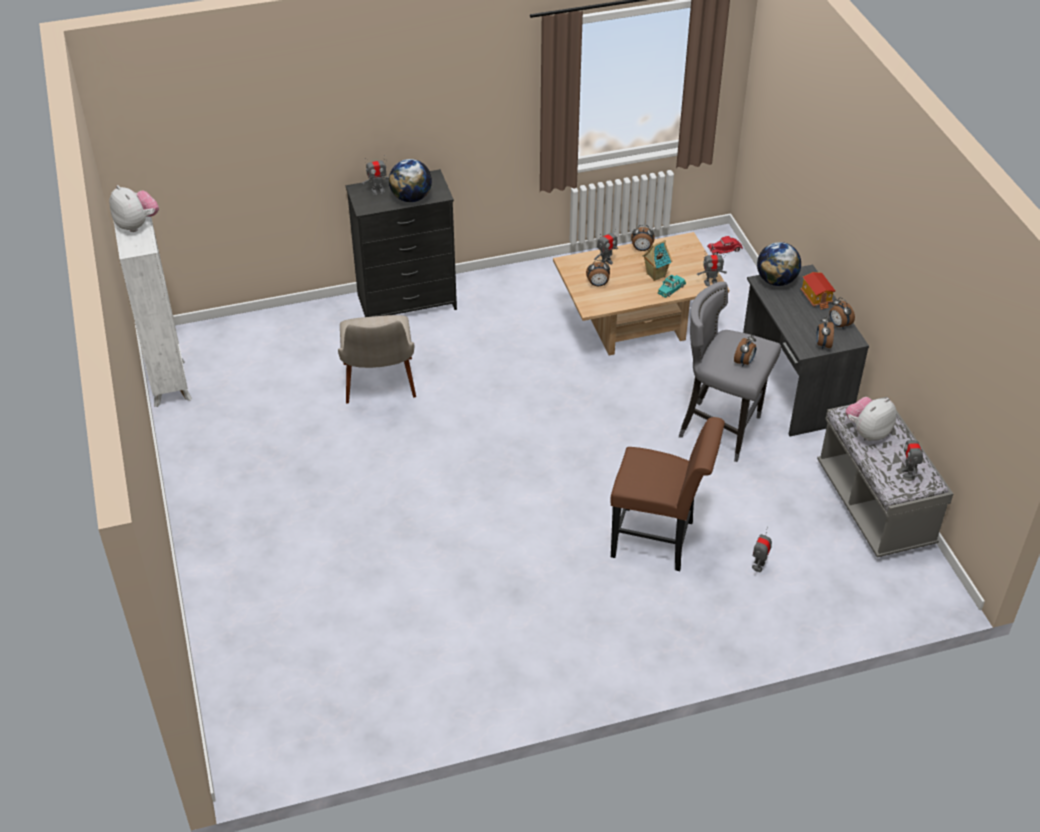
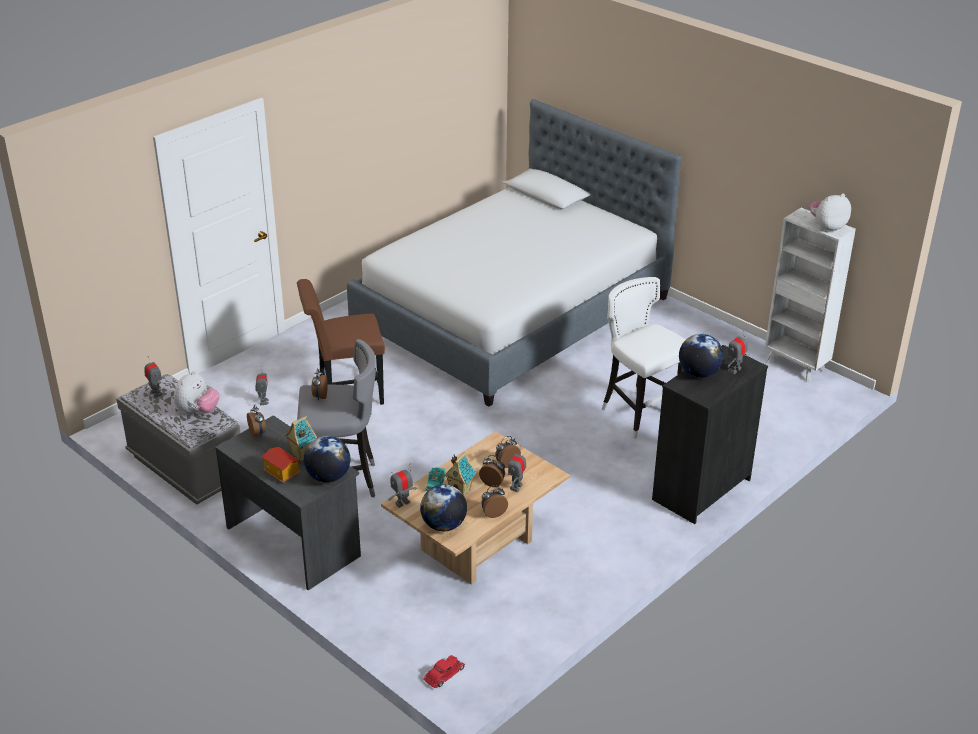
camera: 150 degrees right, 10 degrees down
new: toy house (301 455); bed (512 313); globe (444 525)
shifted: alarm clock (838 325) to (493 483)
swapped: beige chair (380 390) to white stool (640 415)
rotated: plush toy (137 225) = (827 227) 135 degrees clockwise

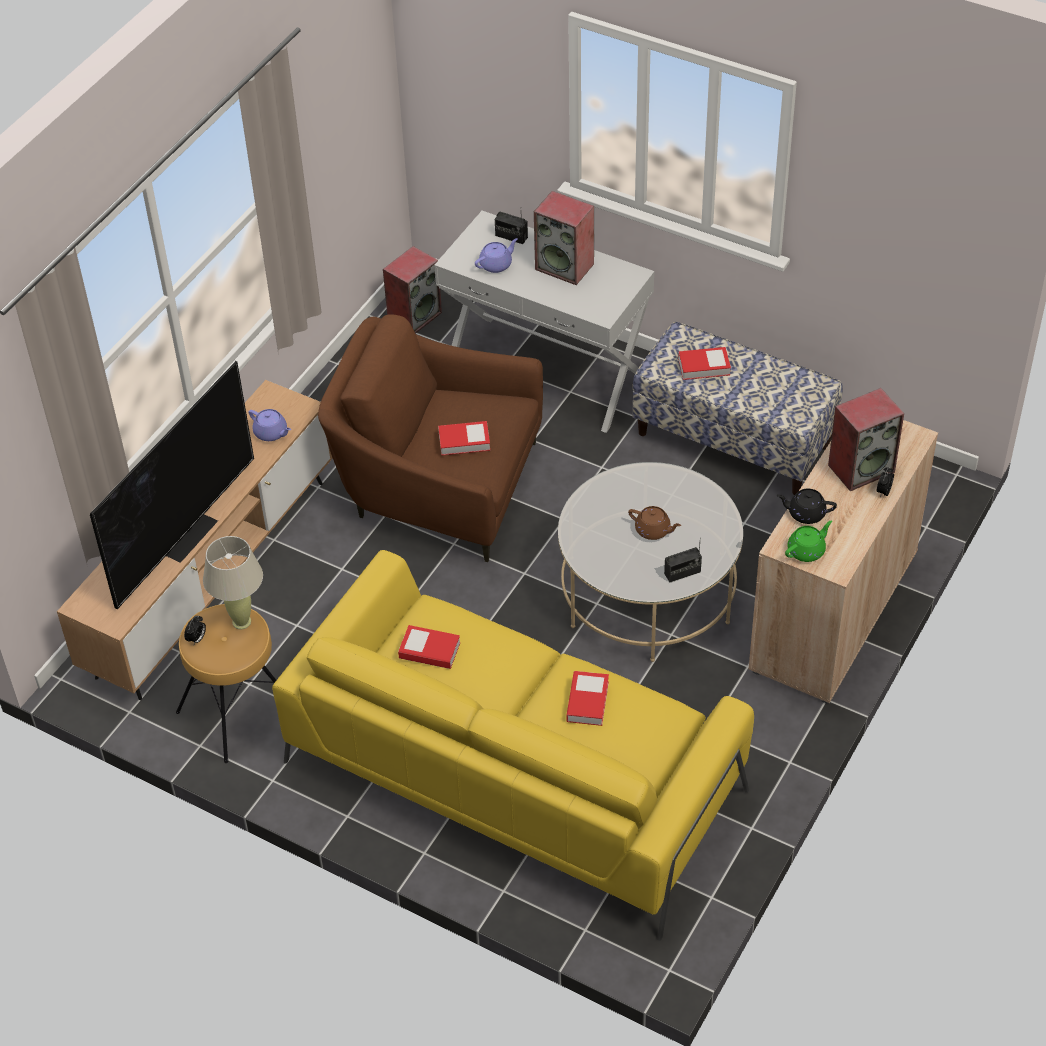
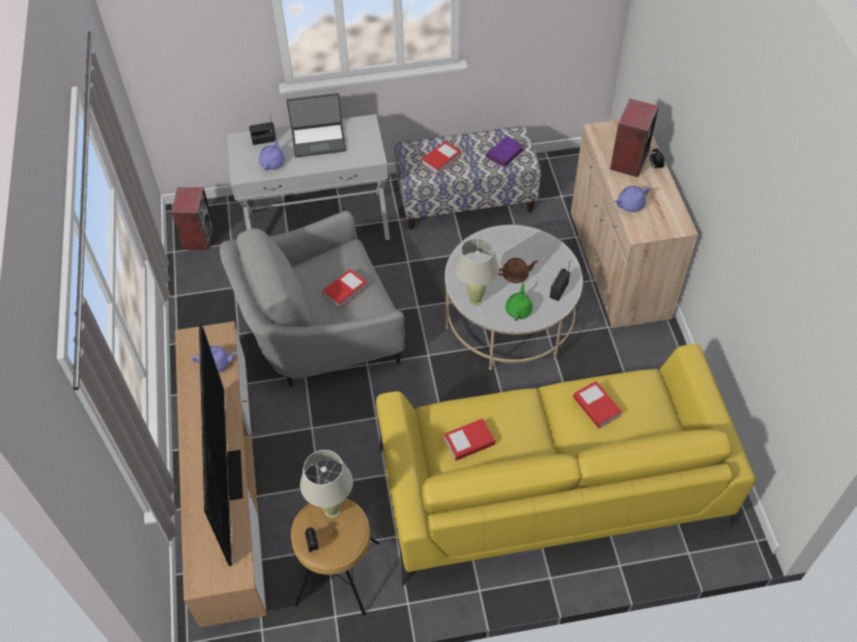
camera: 40 degrees left, 5 degrees up
new: beige table lamp (475 300); purple book (504 154)
shifted: green teapot (807 550) to (518 310)
swapped: speaker (565 266) to laptop (318 140)
repainted: brown armchair (438 485) to grey armchair (320 334); black teapot (805 513) to purple teapot (629 205)

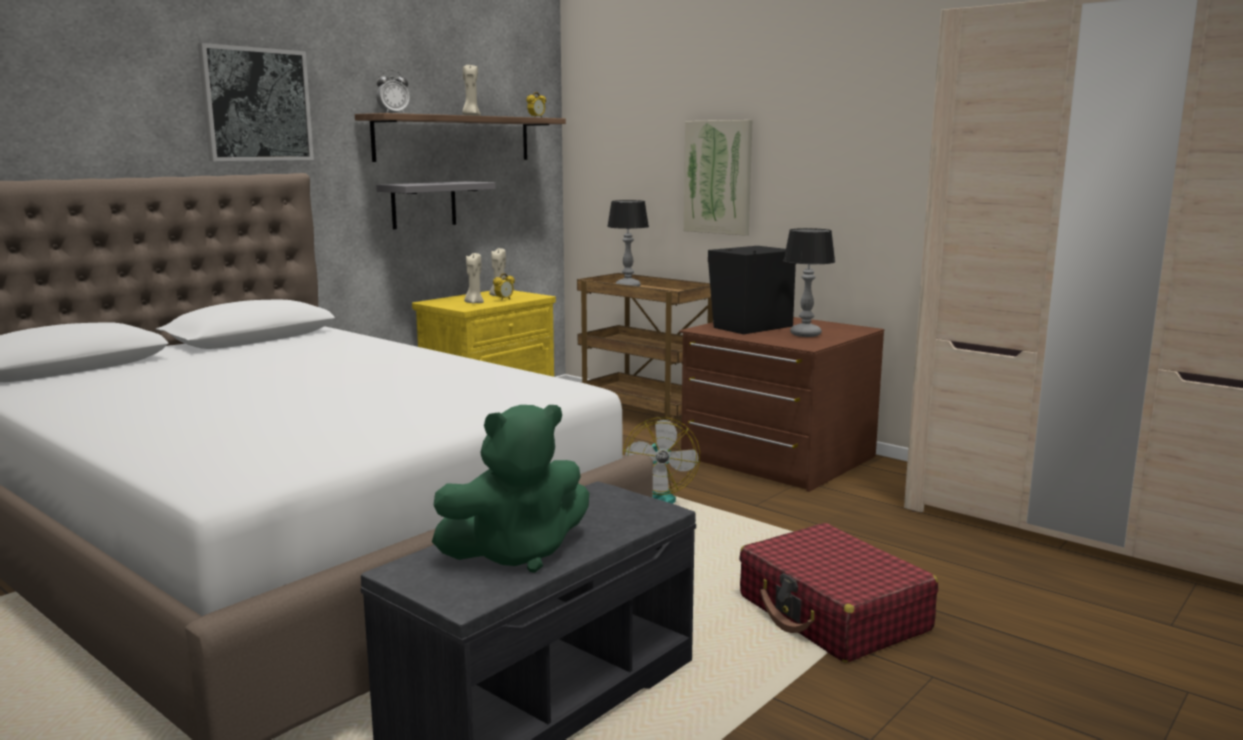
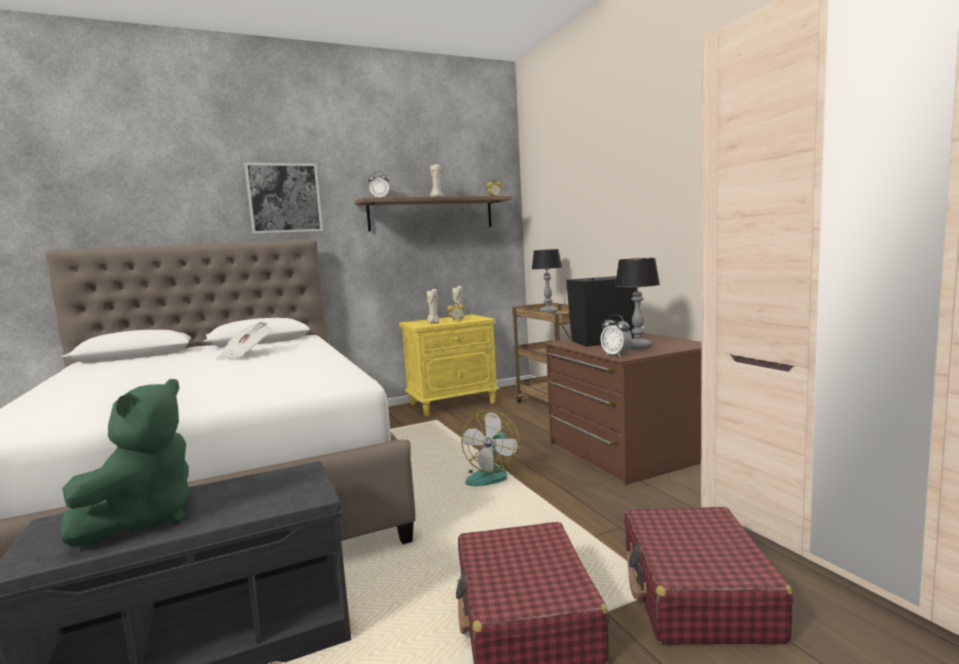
camera: 25 degrees right, 5 degrees down
gone: grey shelf (423 204); picture (718 177)
new: newspaper (245 355); alarm clock (616 355); red suitcase (696 593)
rotated: green plush toy (516 553) = (144 520) 75 degrees counterclockwise

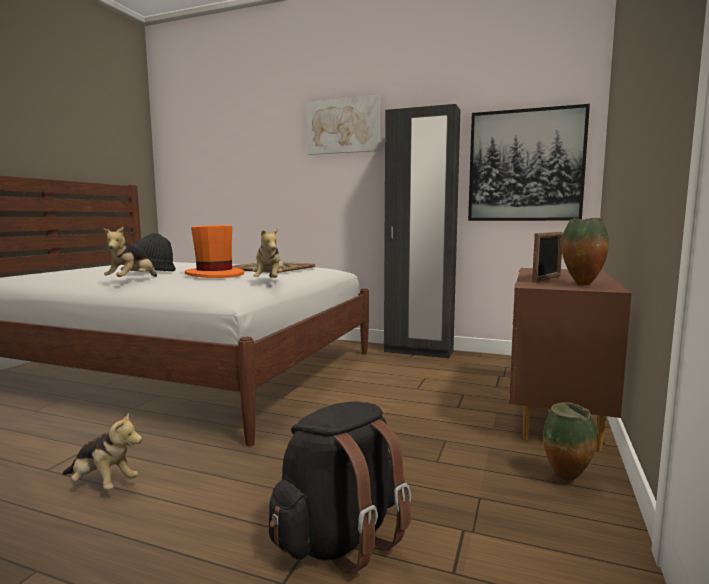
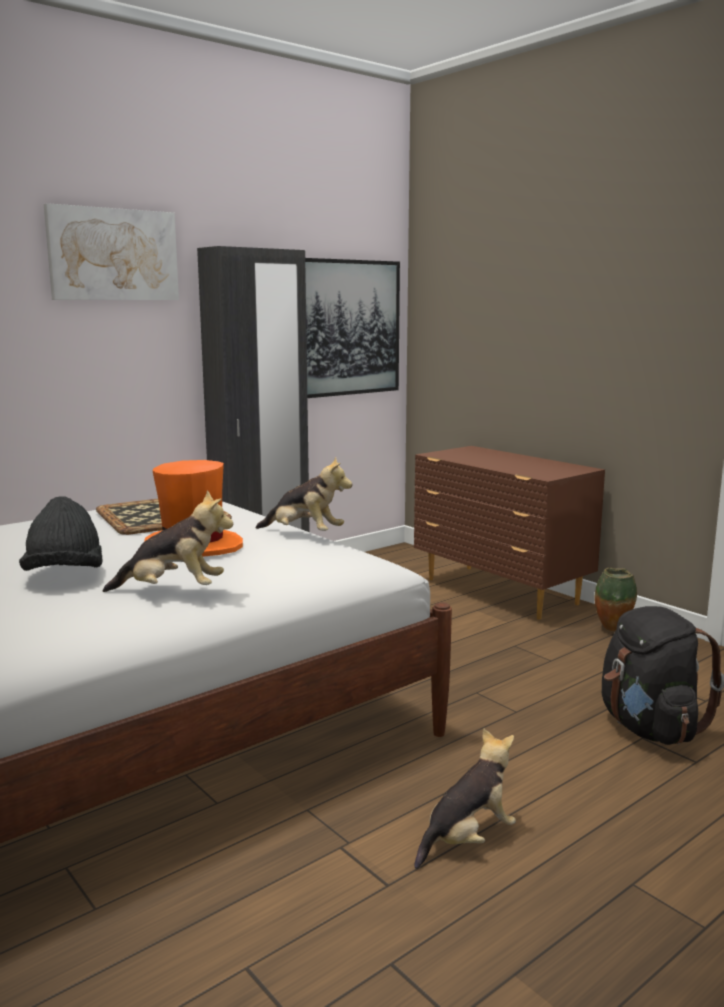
camera: 60 degrees left, 5 degrees up
gone: picture frame (547 279); vase (581 284)
rotated: plush toy (132 281) = (173 591) 45 degrees counterclockwise

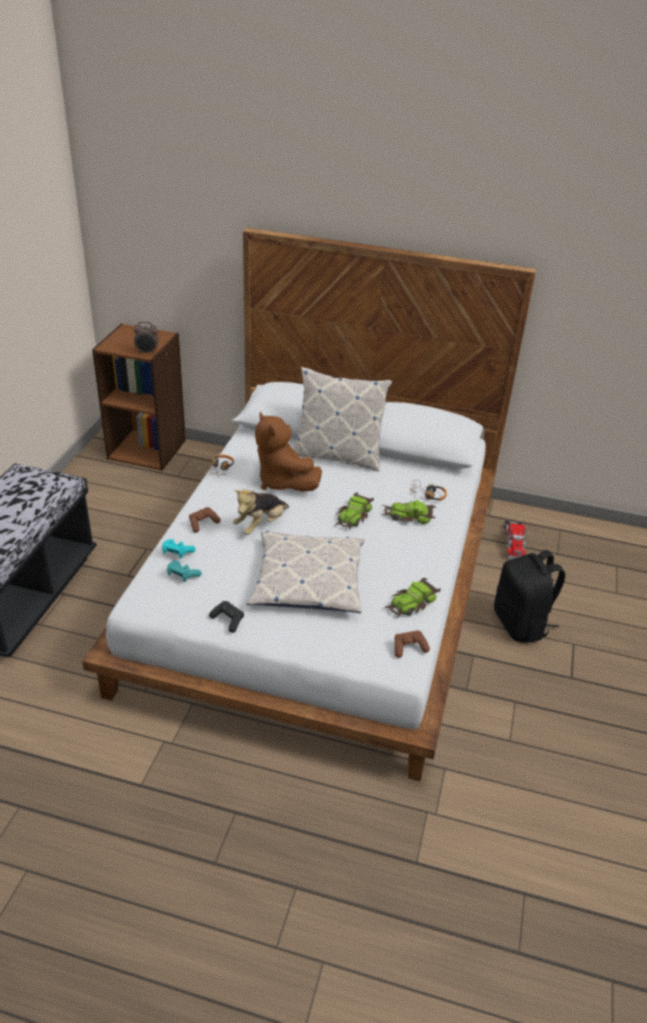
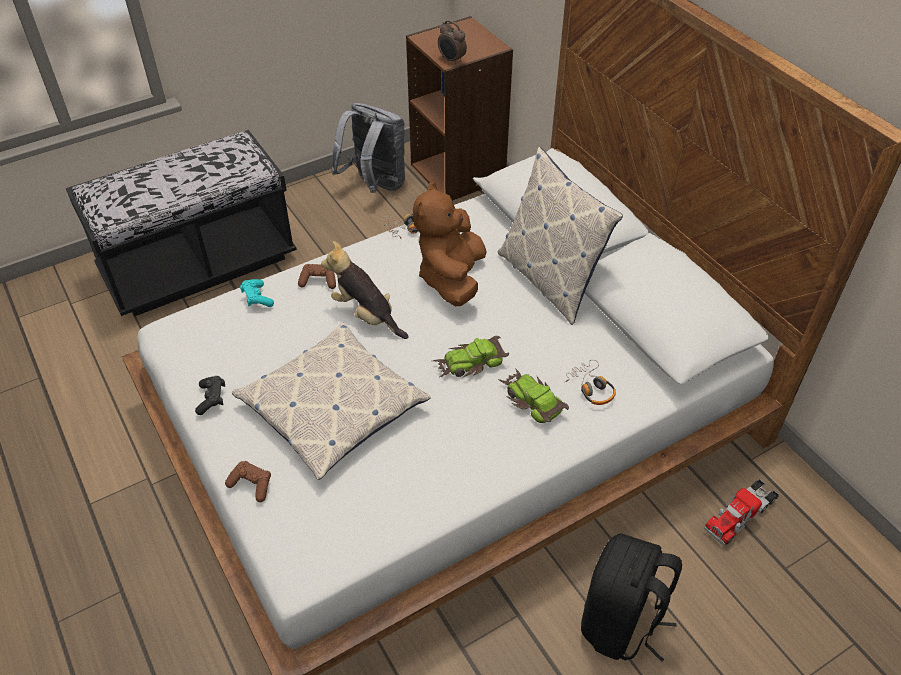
camera: 45 degrees right, 10 degrees up
gone: turquoise game controller (182 575); toy car (411 603)
new: grey backpack (375 185)
shifted: brown game controller (409 648) to (251 485)
rotated: plush toy (261 525) = (366 315) 45 degrees clockwise

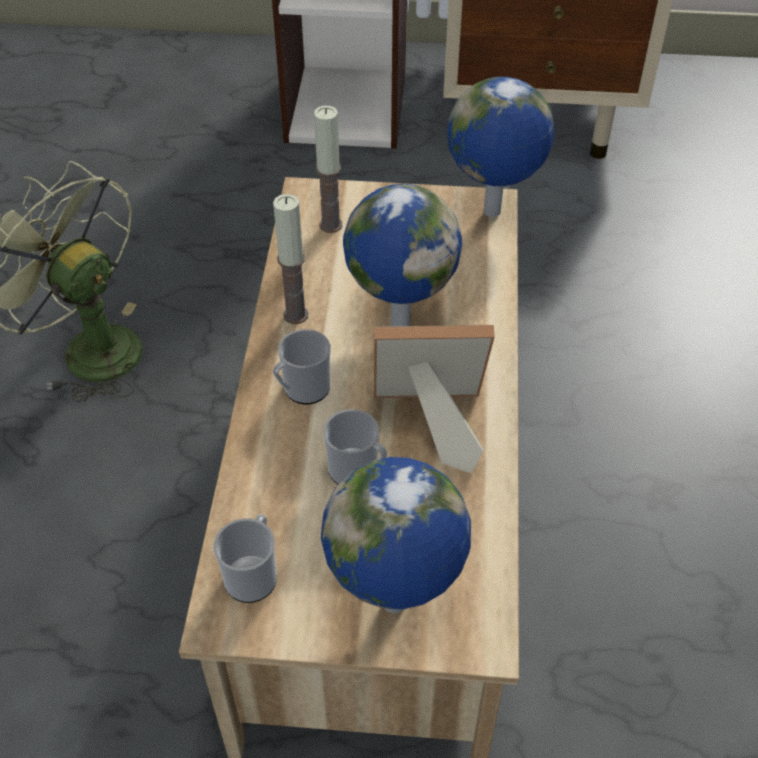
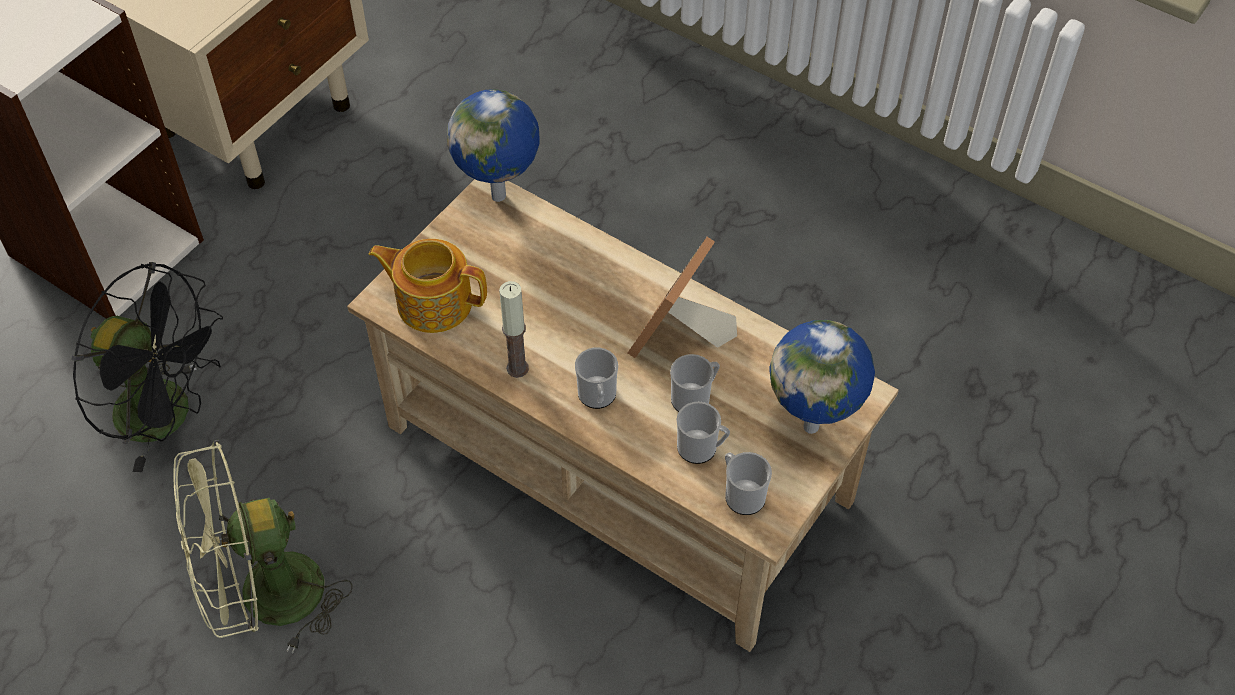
camera: 60 degrees left, 5 degrees up
gone: globe (399 322)
new: black fan (169 415); mug (701 448)
swapped: candle (330 225) to teapot (433 301)

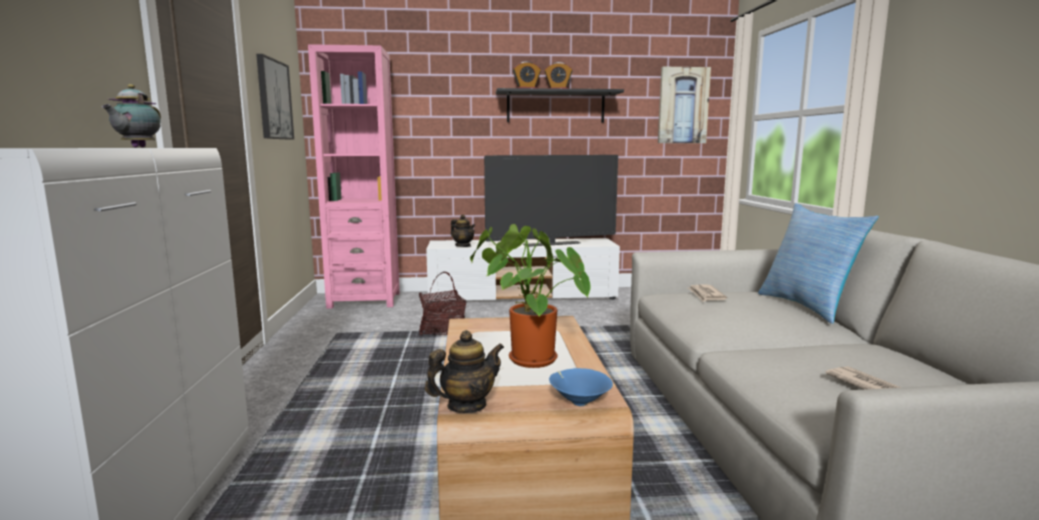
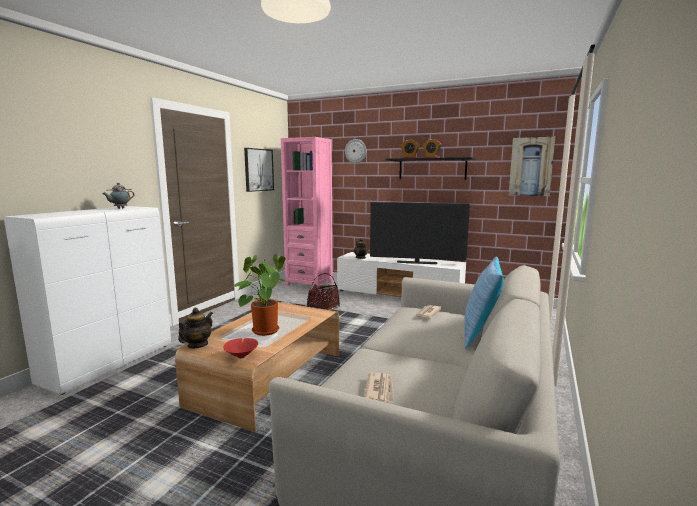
camera: 30 degrees right, 0 degrees up
new: wall clock (355 151)
repainted: blue bowl (578 402) to red bowl (241 356)
rotated: teapot (466 406) = (197 345) 60 degrees counterclockwise

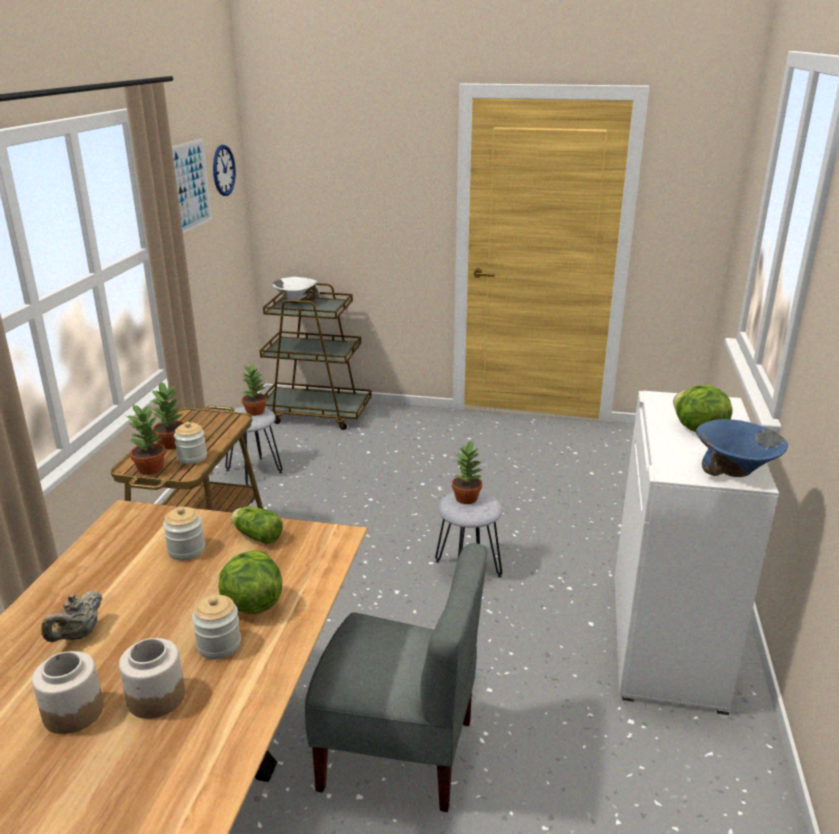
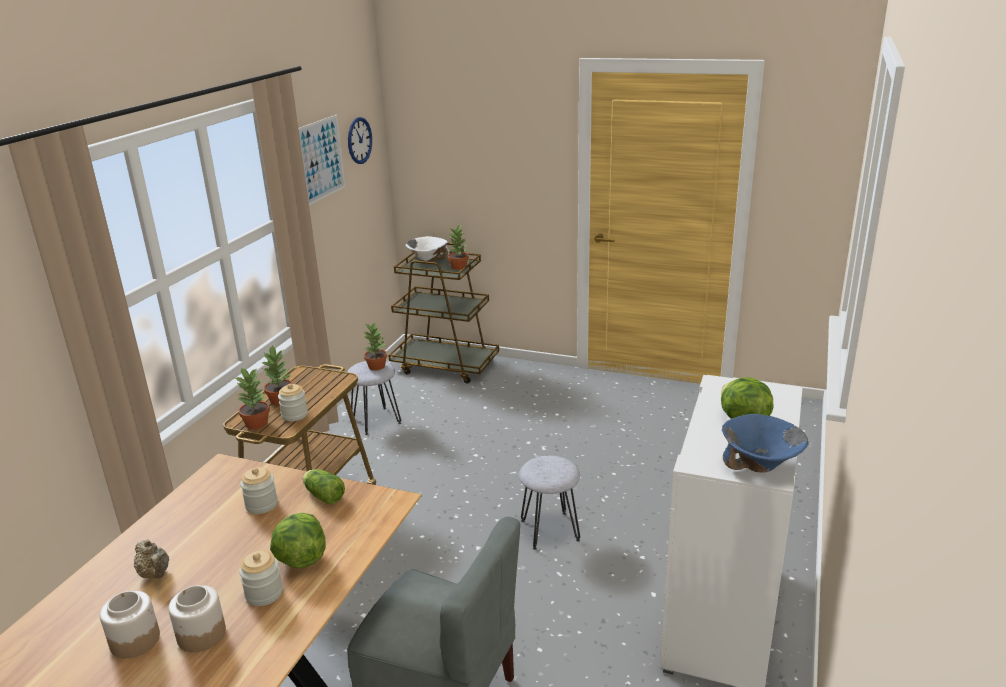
camera: 10 degrees right, 0 degrees up
shifted: potted plant (467 498) to (459 267)
rotated: beige teapot (78 635) = (155 574) 75 degrees counterclockwise

